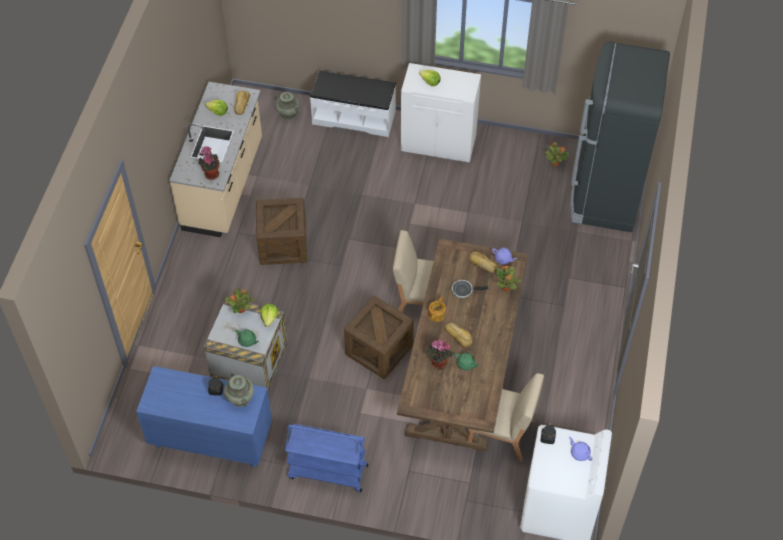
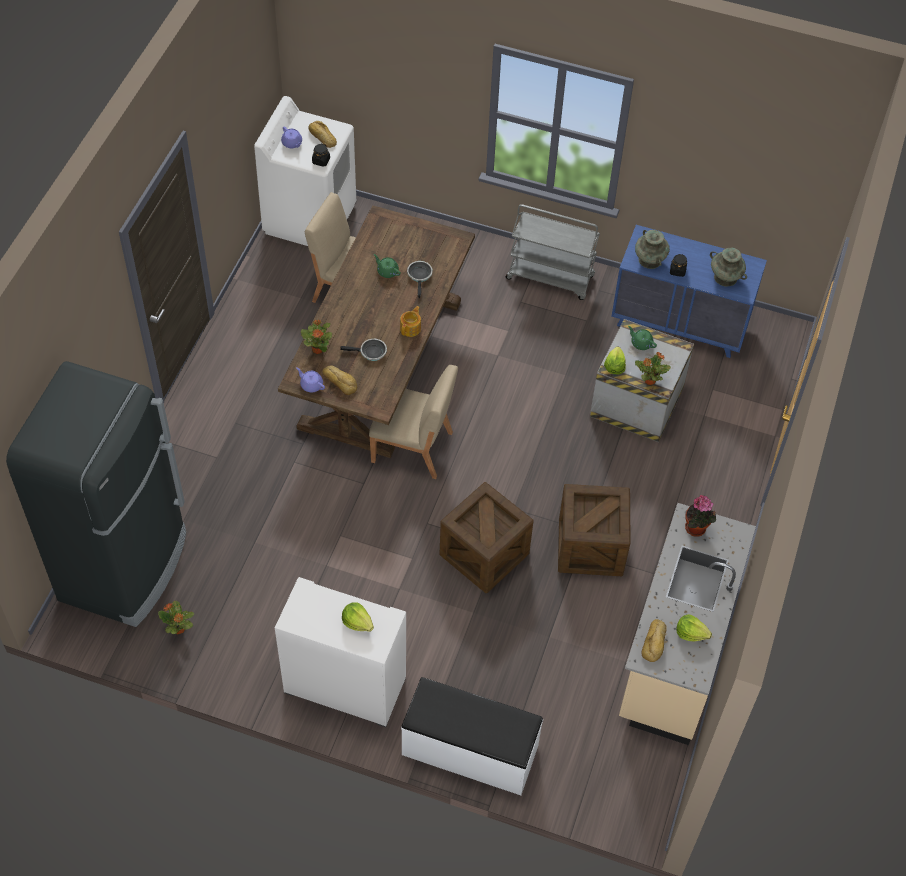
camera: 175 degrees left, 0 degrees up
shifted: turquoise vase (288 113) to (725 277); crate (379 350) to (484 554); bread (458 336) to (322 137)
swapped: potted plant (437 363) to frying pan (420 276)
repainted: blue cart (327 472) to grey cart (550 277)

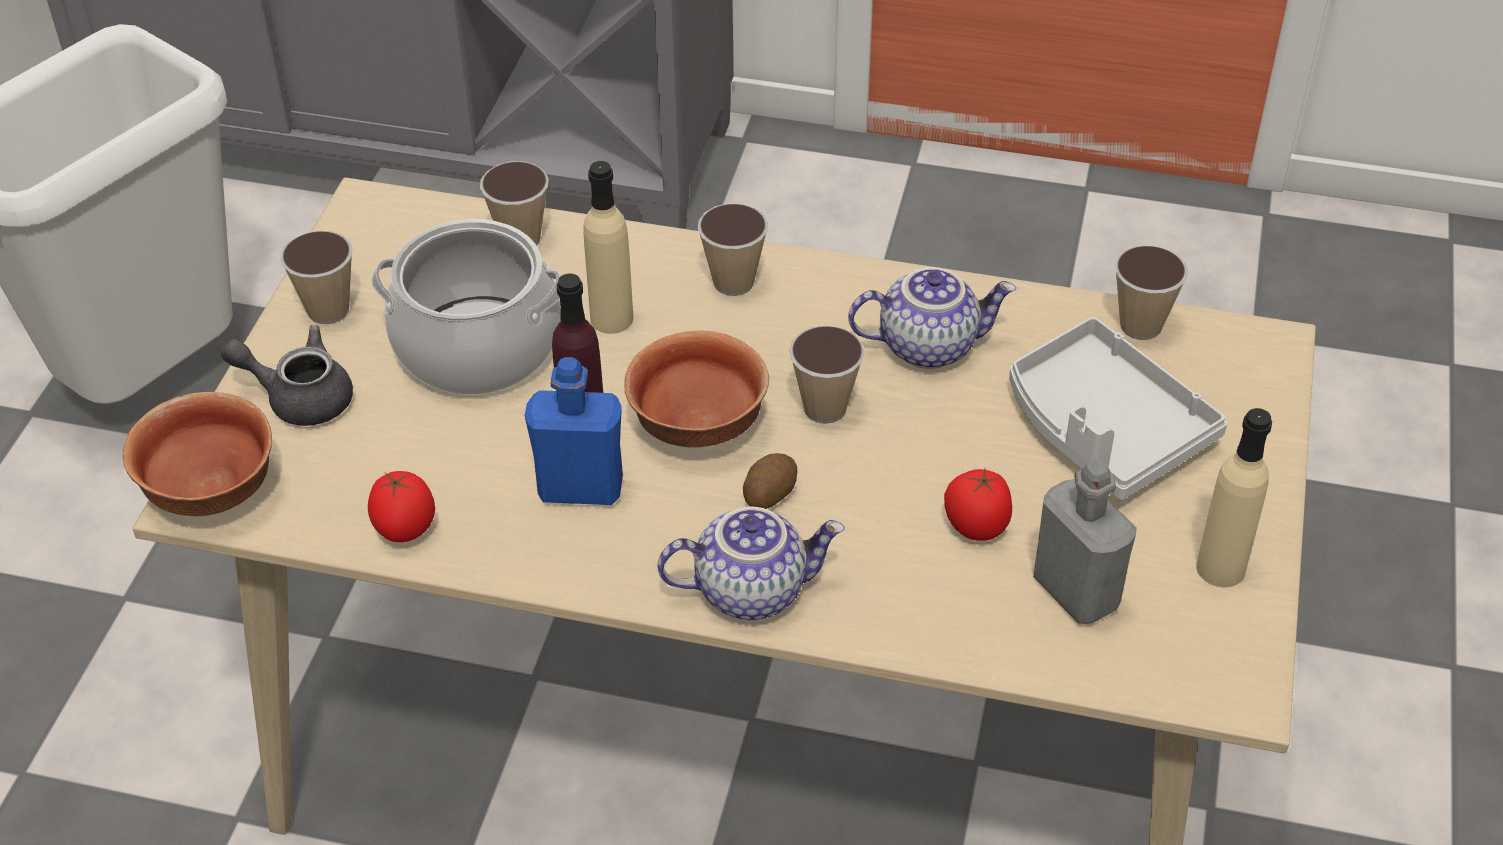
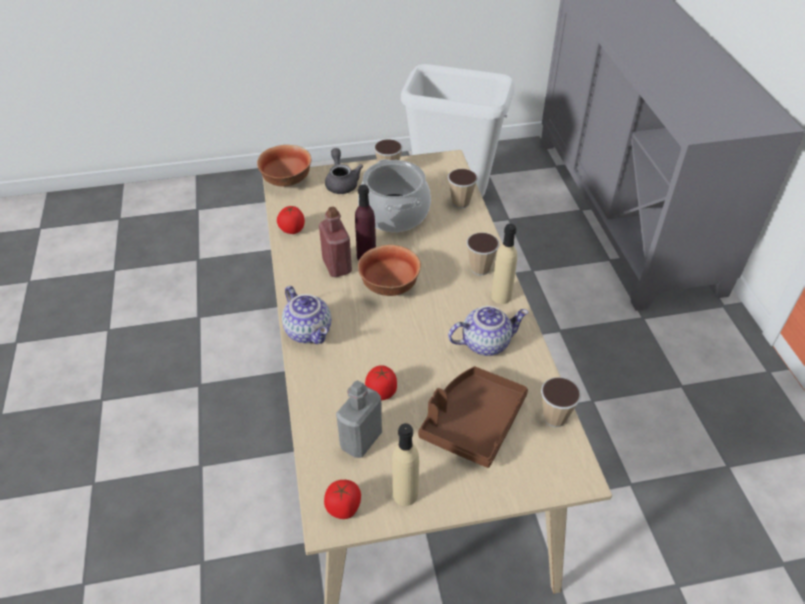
camera: 65 degrees right, 0 degrees up
gone: potato (769 494); cup (825 408)
new: tomato (344 508)
shifted: beige bottle (612 319) to (501 296)
repainted: blue bottle (580 488) to red bottle (337 266); grey tray (1104 428) to brown tray (472 422)
rotated: teapot (928 344) = (485 342) 75 degrees counterclockwise

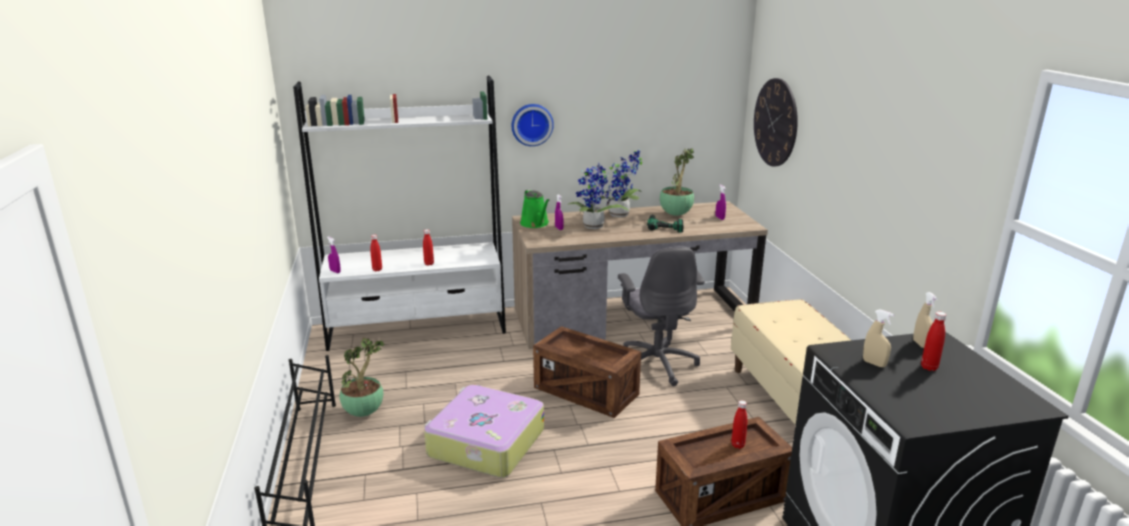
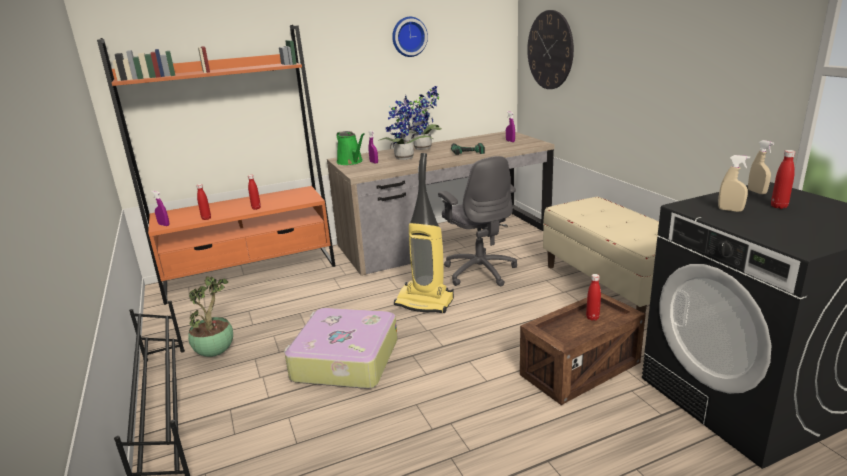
camera: 10 degrees left, 0 degrees up
gone: potted plant (676 214)
shifted: wall clock (531 124) to (408 36)
swapped: crate (586 392) to vacuum cleaner (425 302)
repainted: white bookcase (417 329) to orange bookcase (251 274)

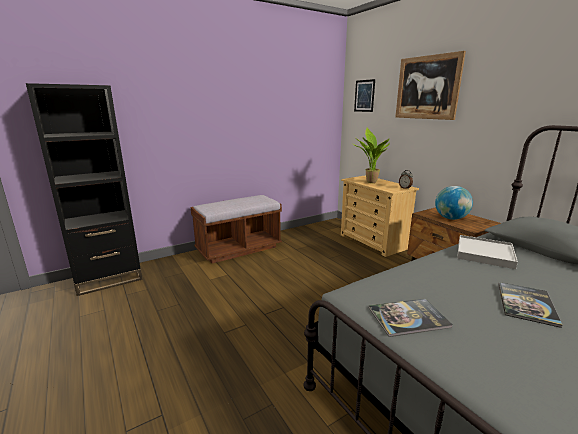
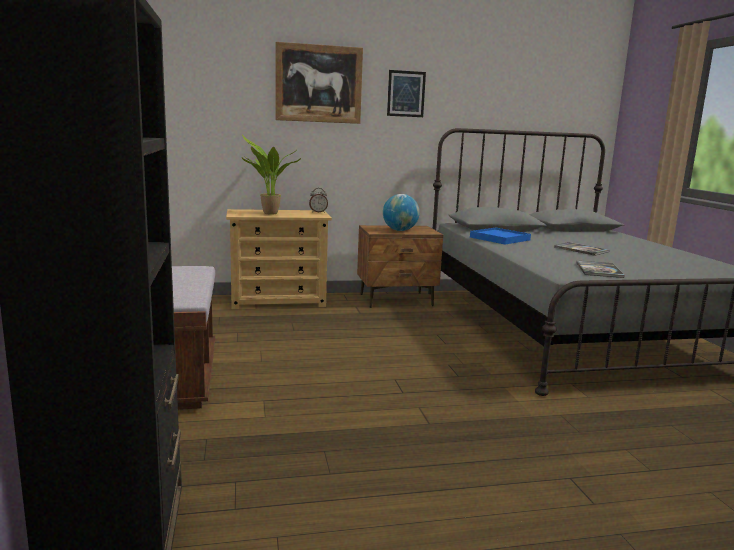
camera: 70 degrees left, 5 degrees down
shifted: picture (364 96) to (406 94)
repainted: white tray (484 254) to blue tray (500 239)

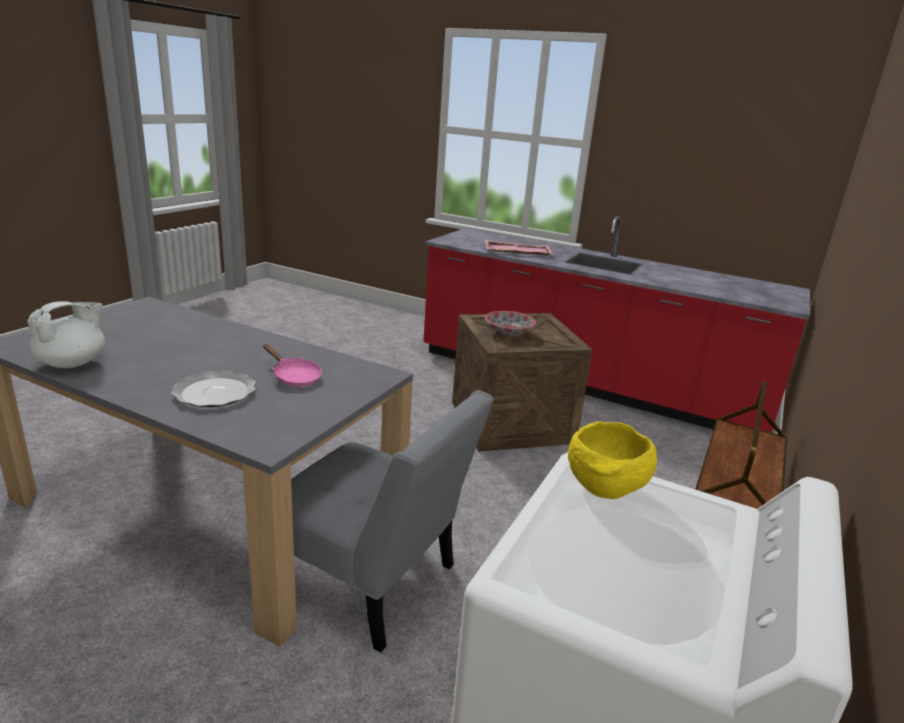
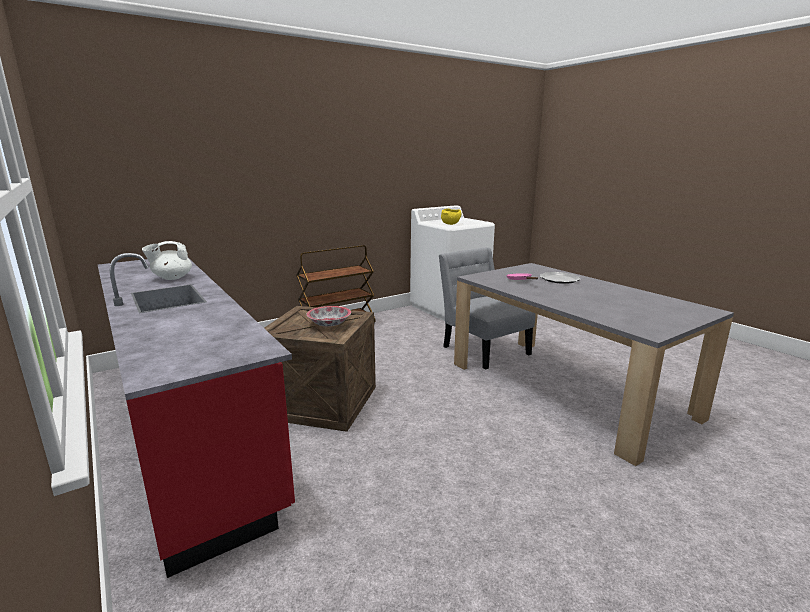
camera: 150 degrees left, 5 degrees down
gone: pink tray (517 250)
shifted: white teapot (73 363) to (172 278)

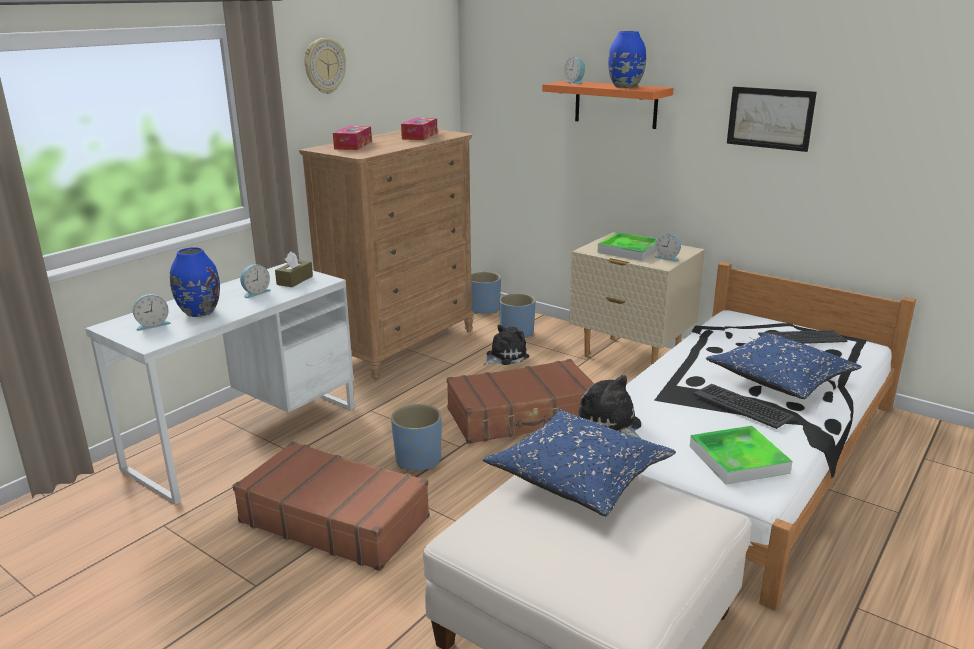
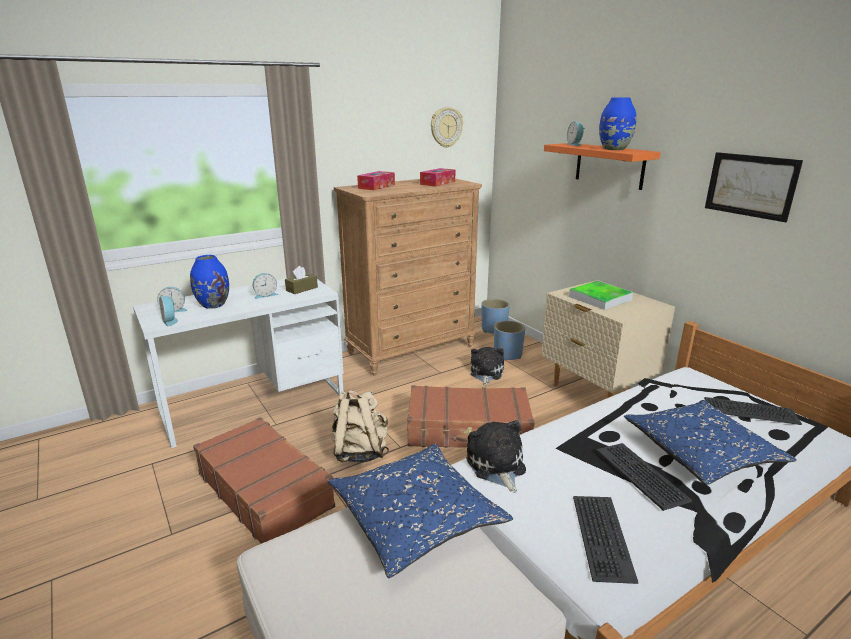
camera: 20 degrees right, 0 degrees up
shifted: wall clock (324 66) to (446 127); alarm clock (667 258) to (170 321)
swapped: blue planter (418 460) to beige backpack (360 452); tray (738 459) to keyboard (601 537)
rotated: plush toy (504 356) = (485 373) 60 degrees counterclockwise

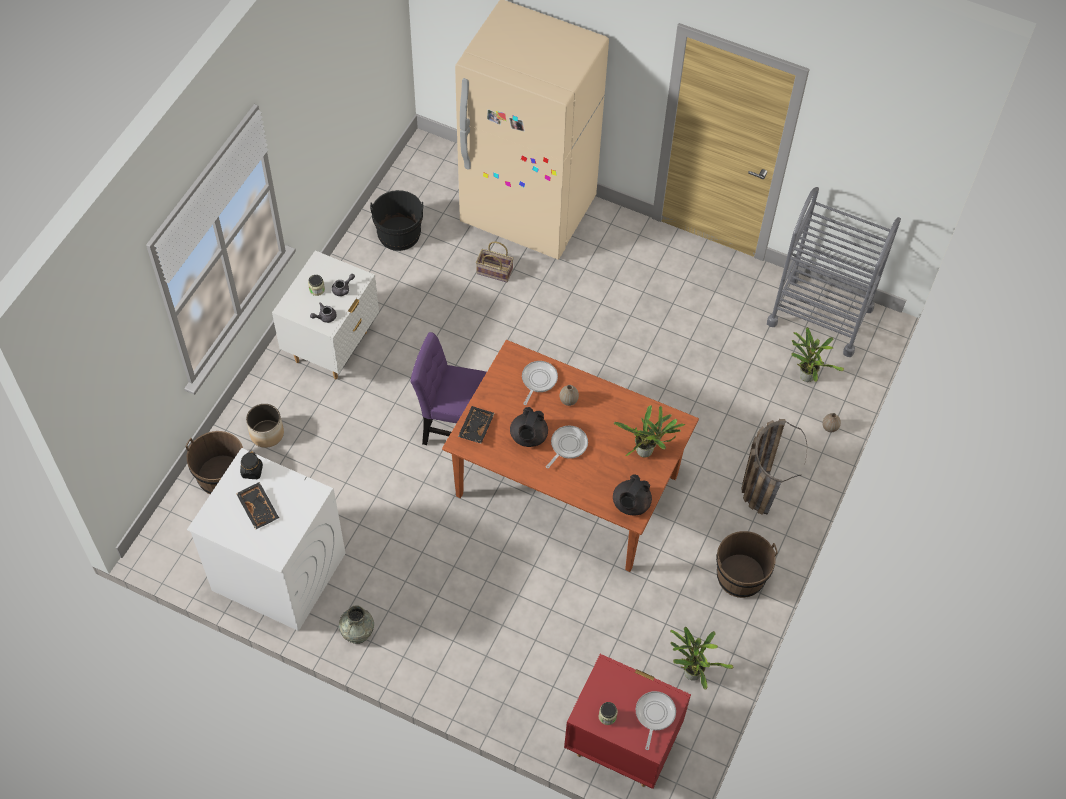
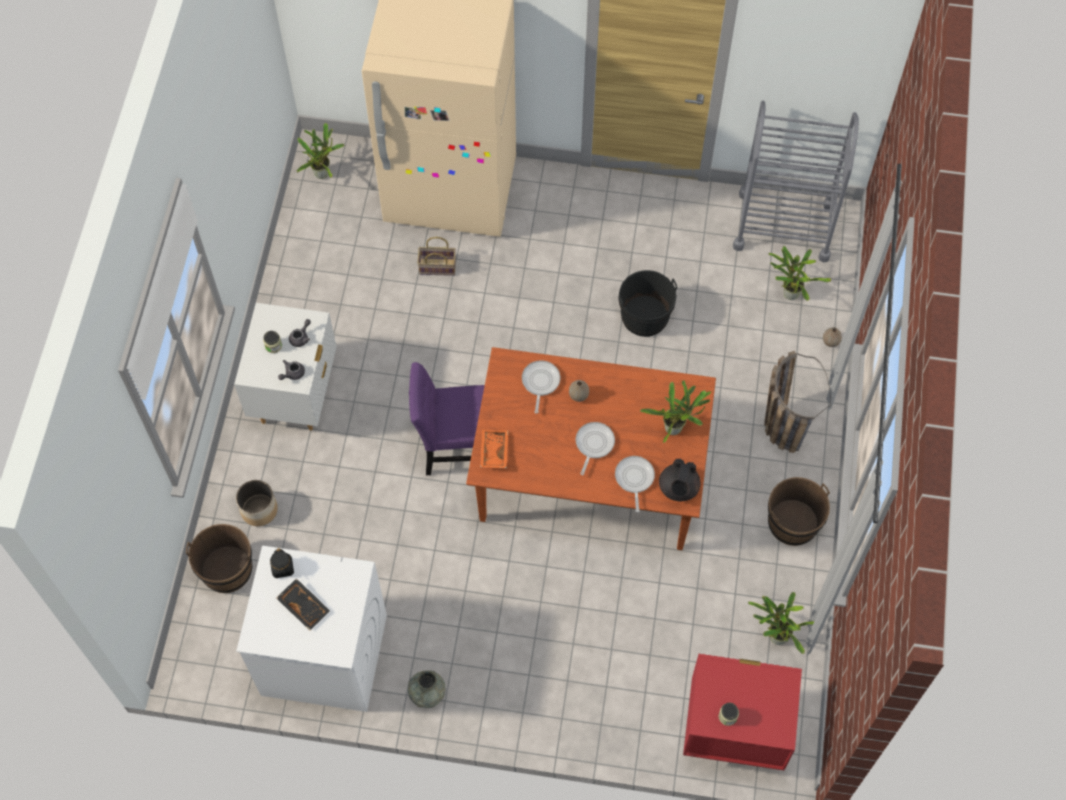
camera: 15 degrees left, 5 degrees up
gone: black teapot (528 437)
new: potted plant (323 172)
shifted: black bucket (399 234) to (644 316); frying pan (654 715) to (634 479)
repainted: black tray (475 427) to orange tray (493 451)

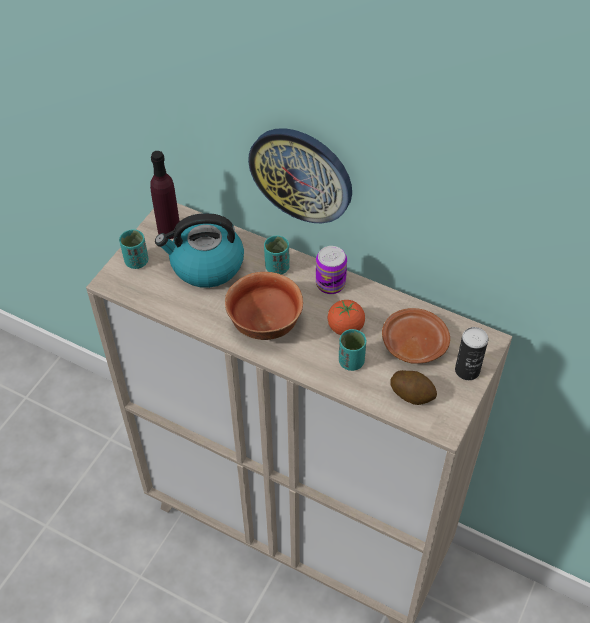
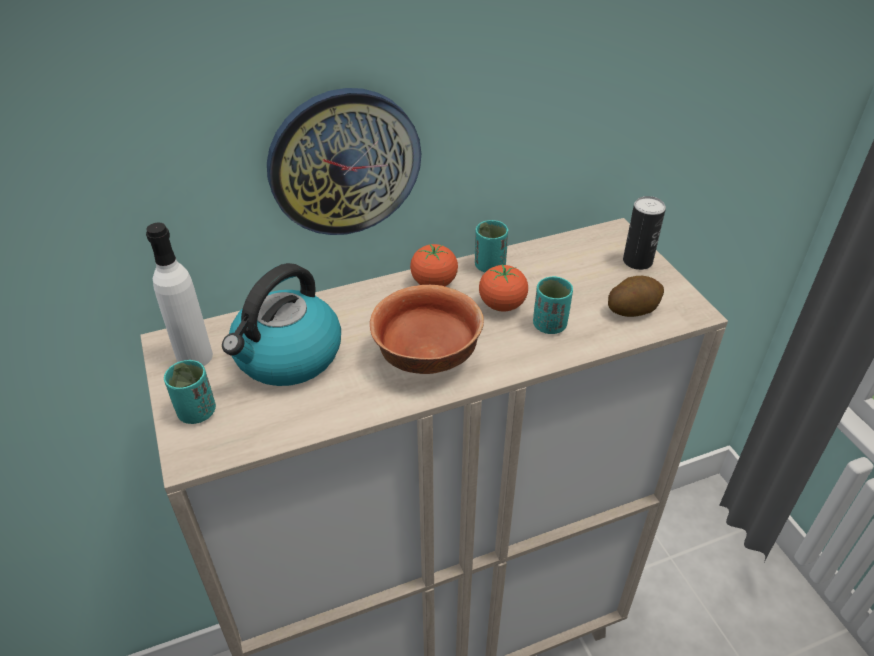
camera: 50 degrees left, 10 degrees down
gone: brown plate (413 343)
shifted: turquoise cup (277 267) to (489 266)
swapped: can (330 284) to tomato (434 283)
repainted: purple bottle (169 230) to white bottle (194 357)

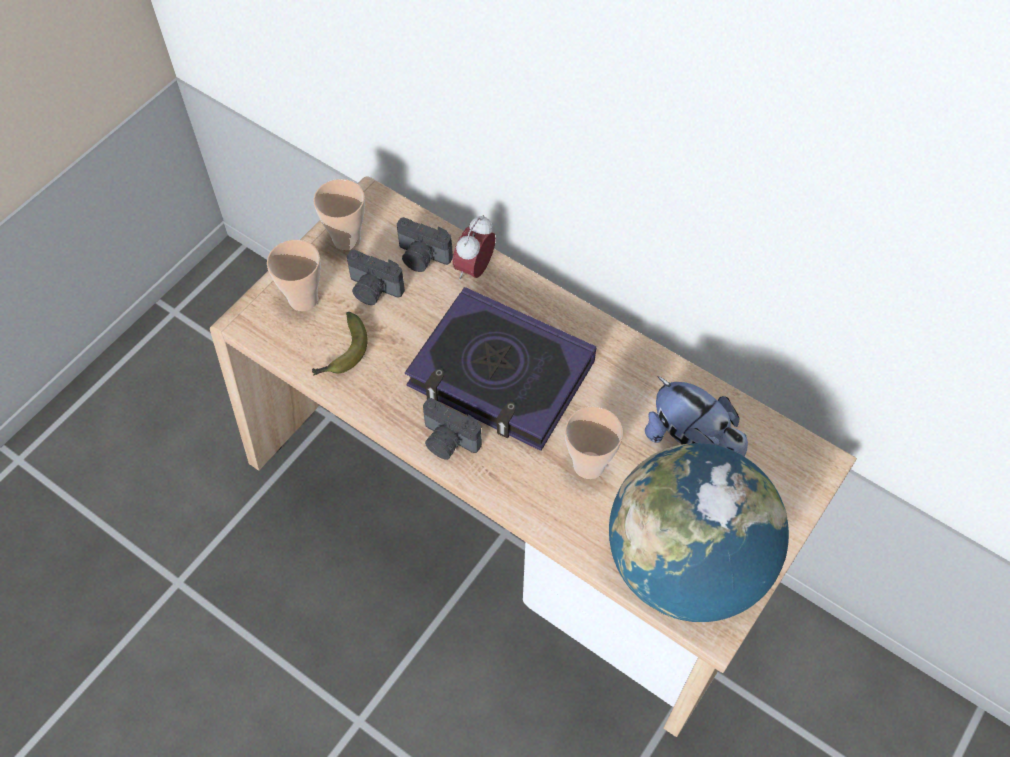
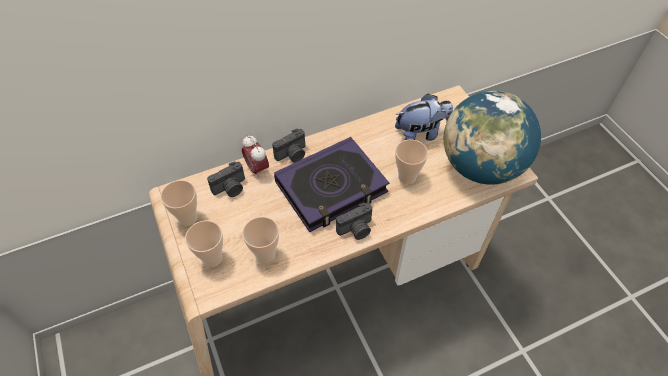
camera: 60 degrees left, 5 degrees down
shifted: photo camera (373 290) to (292 155)
swapped: banana (342 354) to cup (265 254)

